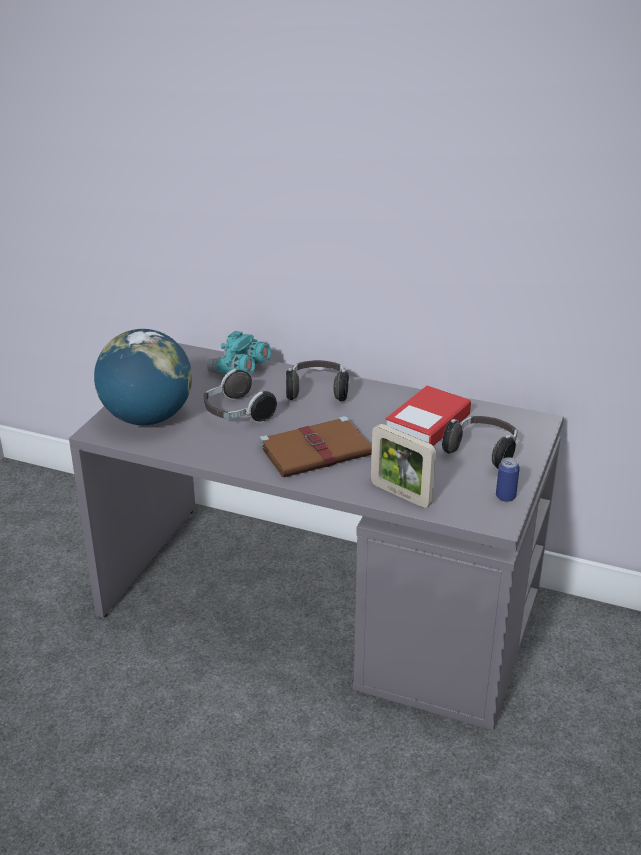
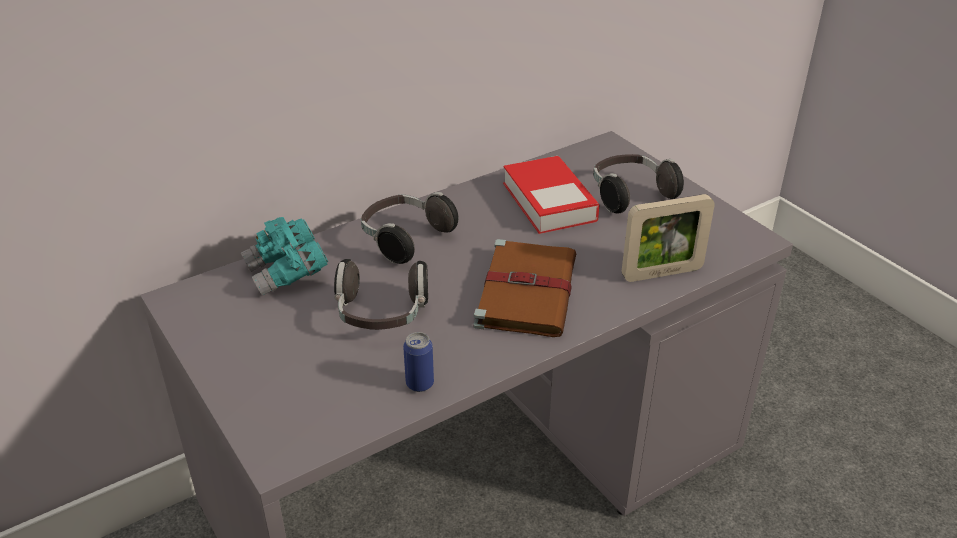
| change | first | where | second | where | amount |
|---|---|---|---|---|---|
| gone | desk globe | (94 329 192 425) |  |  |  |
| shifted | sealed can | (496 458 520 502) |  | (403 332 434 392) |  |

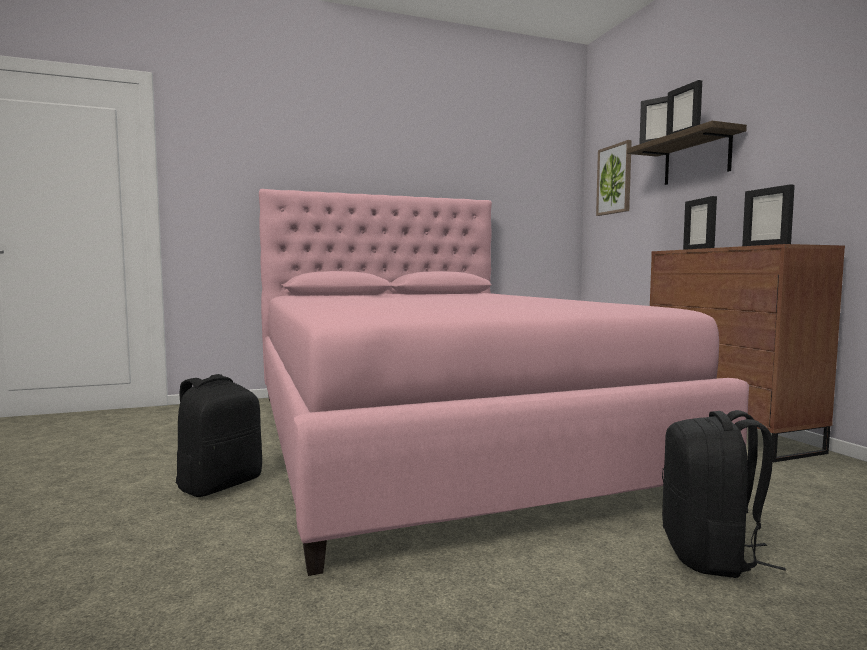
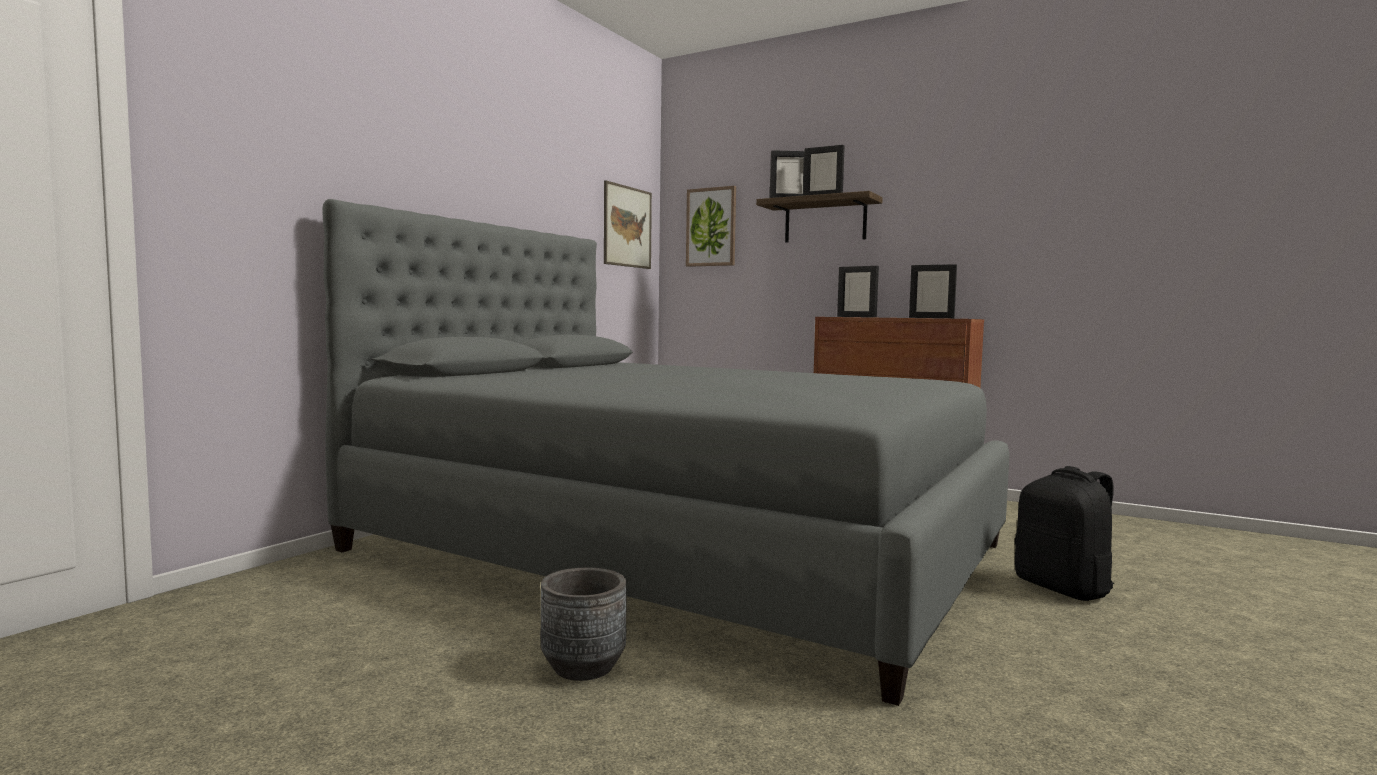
| change | first | where | second | where | amount |
|---|---|---|---|---|---|
| swapped | backpack (blackish) | (176 374 262 497) | flower pot (grey) | (541 568 627 681) |  |
| repainted | bed (pink-coloured) | (259 189 749 576) | bed (grey) | (322 199 1009 706) |  |
| new |  |  | wall picture | (604 180 652 269) |  |

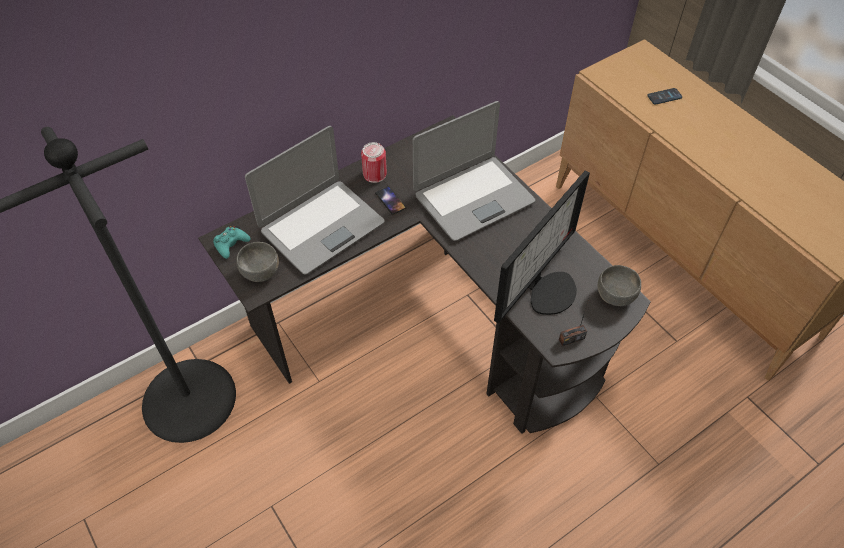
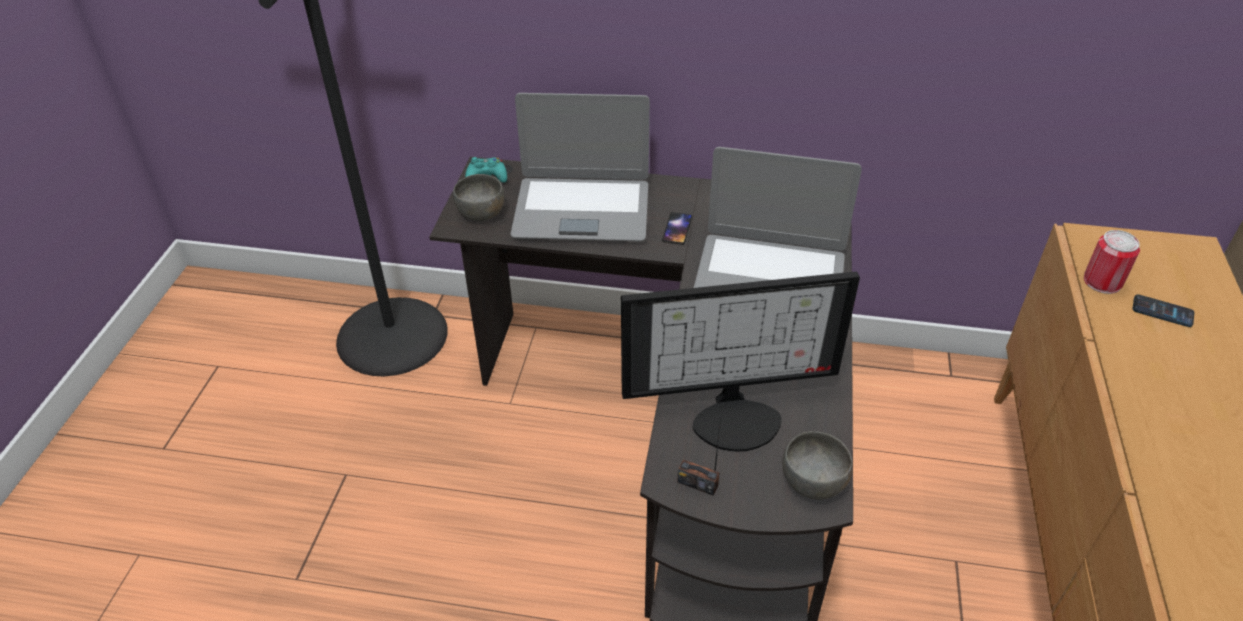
| change | first | where | second | where | amount |
|---|---|---|---|---|---|
| shifted | sealed can | (361 142 387 183) |  | (1084 230 1140 294) |  |

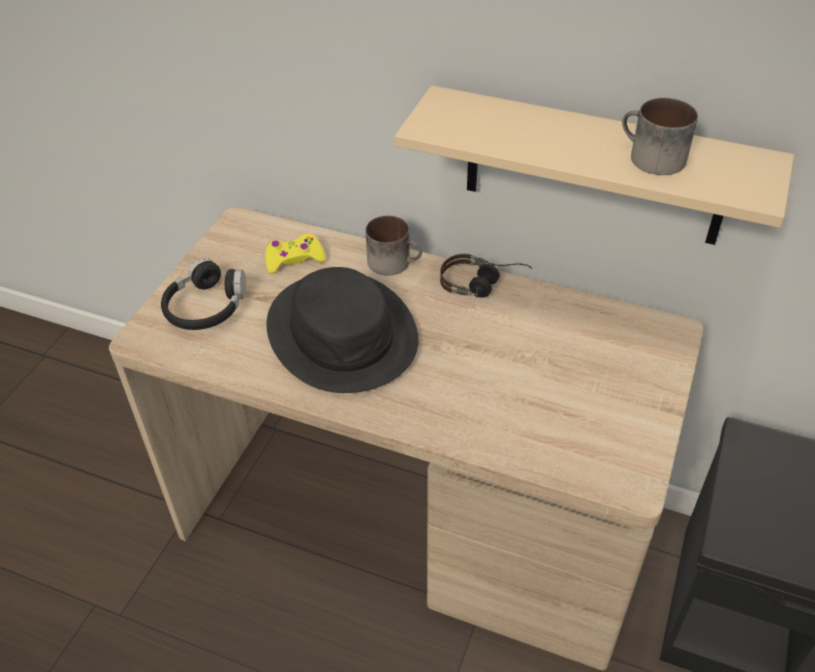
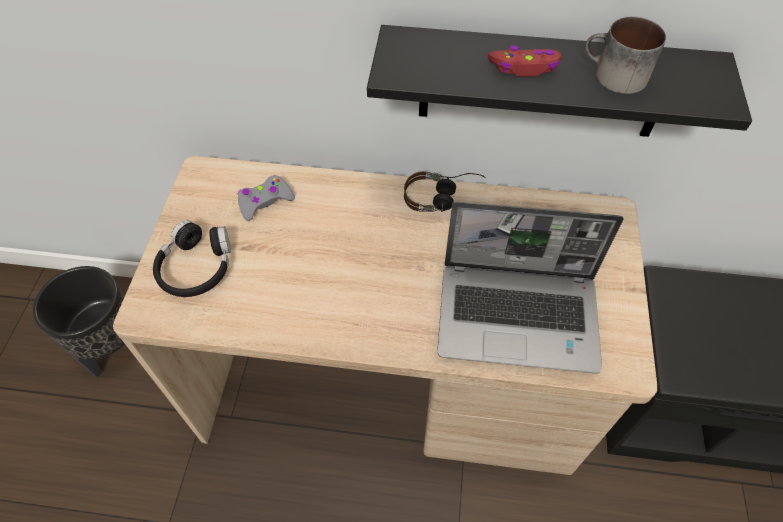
| change | first | where | second | where | amount |
|---|---|---|---|---|---|
| repainted | joypad (yellow-coloured) | (266 234 326 274) | joypad (grey) | (237 175 295 221) |  |
| gone | wearable hat (blackish) | (266 267 419 393) |  |  |  |
| gone | mug | (365 216 422 275) |  |  |  |
| repainted | shelf (beige) | (395 85 794 245) | shelf (blackish) | (367 25 752 137) |  |
| new |  |  | flower pot (blackish) | (33 266 125 378) |  |
| new |  |  | notebook computer | (437 202 623 374) |  |
| new |  |  | joypad (reddish) | (488 46 561 77) |  |

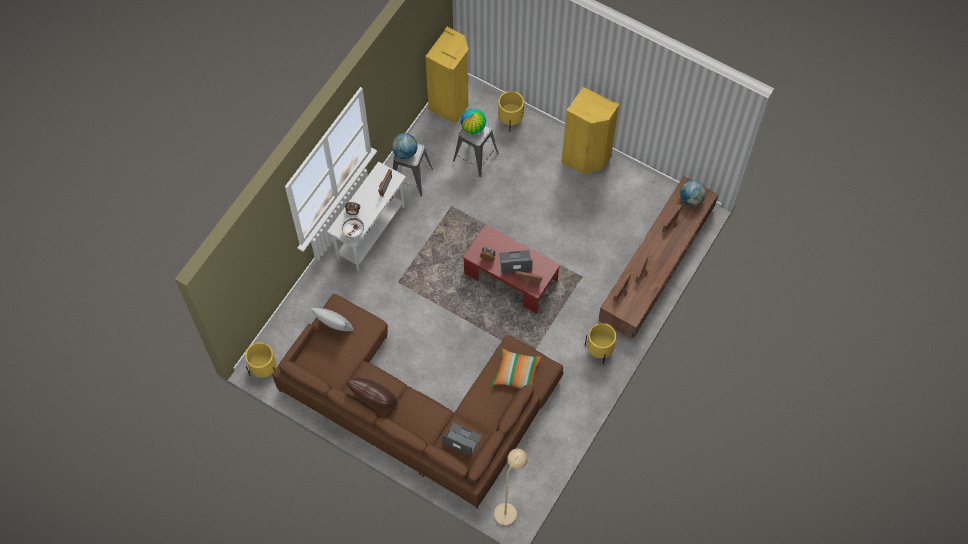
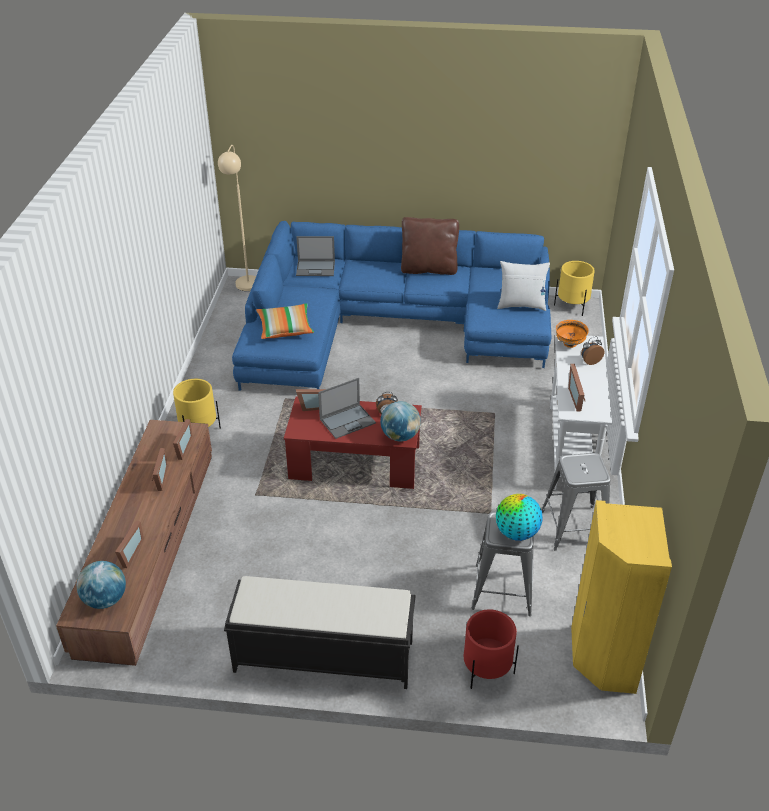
| change | first | where | second | where | amount |
|---|---|---|---|---|---|
| repainted | settee (brownish) | (272 294 563 509) | settee (blue-coloured) | (232 221 551 391) |  |
| repainted | serving bowl (white) | (341 217 364 238) | serving bowl (orangey) | (556 320 589 348) |  |
| shifted | desk globe | (392 133 418 159) |  | (380 401 421 442) |  |
| repainted | flower pot (yellow-coloured) | (498 91 524 132) | flower pot (reddish) | (464 610 519 689) |  |
| swapped | cabinet (yellow-coloured) | (561 87 619 174) | long seat (blackish) | (224 576 416 689) |  |

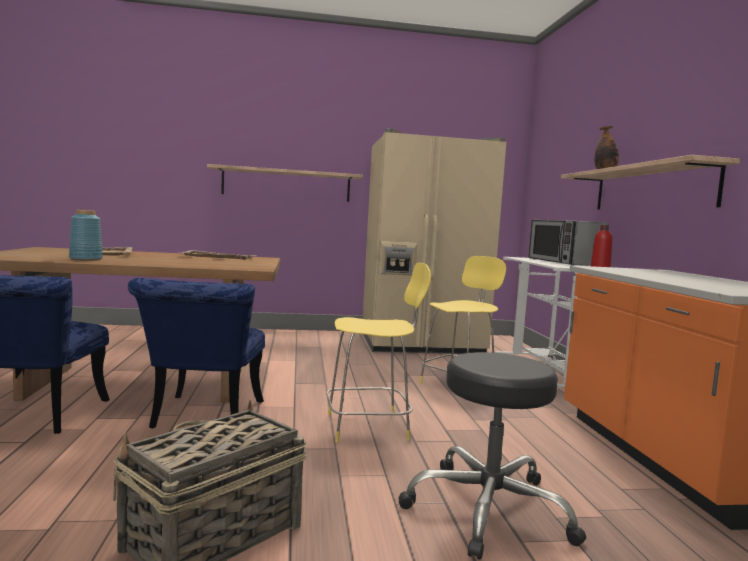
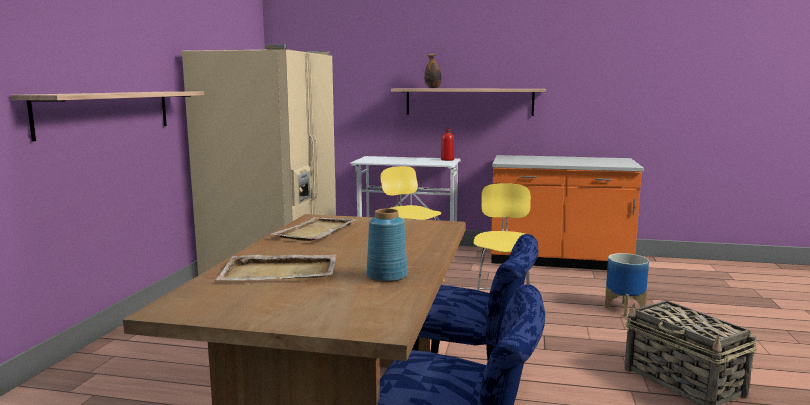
| change | first | where | second | where | amount |
|---|---|---|---|---|---|
| swapped | sitting stool (blackish) | (399 352 586 560) | flower pot | (605 253 649 317) |  |
| gone | microwave oven | (528 220 608 266) |  |  |  |

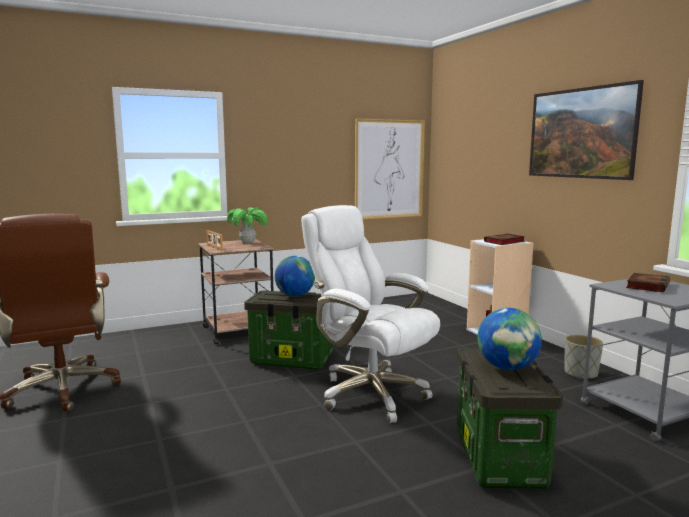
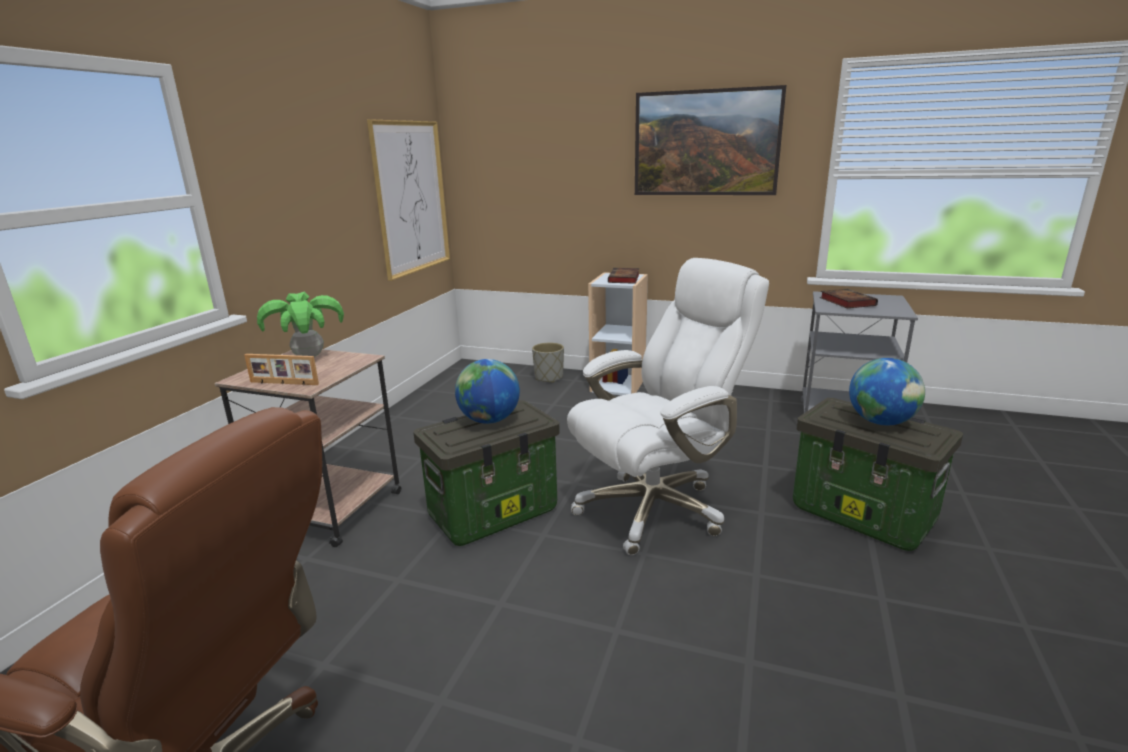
| change | first | where | second | where | amount |
|---|---|---|---|---|---|
| rotated | desk chair (white) | (301 205 440 423) |  | (567 258 769 555) | 150 degrees clockwise |
| shifted | flower pot (grey) | (564 335 603 379) |  | (532 343 564 383) |  |

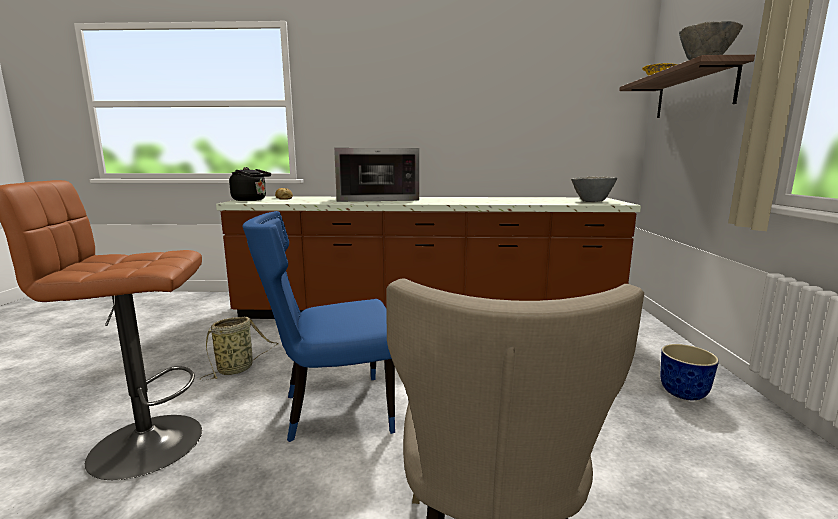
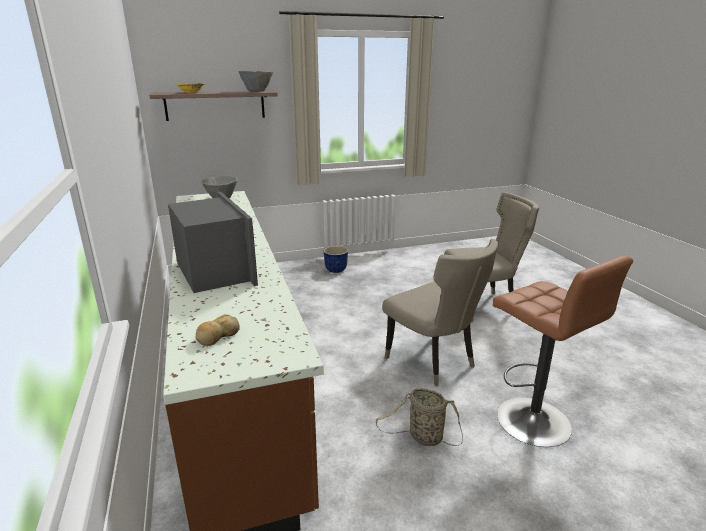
| change | first | where | second | where | amount |
|---|---|---|---|---|---|
| gone | tea kettle (blackish) | (229 167 271 201) |  |  |  |
| repainted | upright chair (blue-coloured) | (243 211 395 442) | upright chair (beige) | (382 239 498 387) |  |

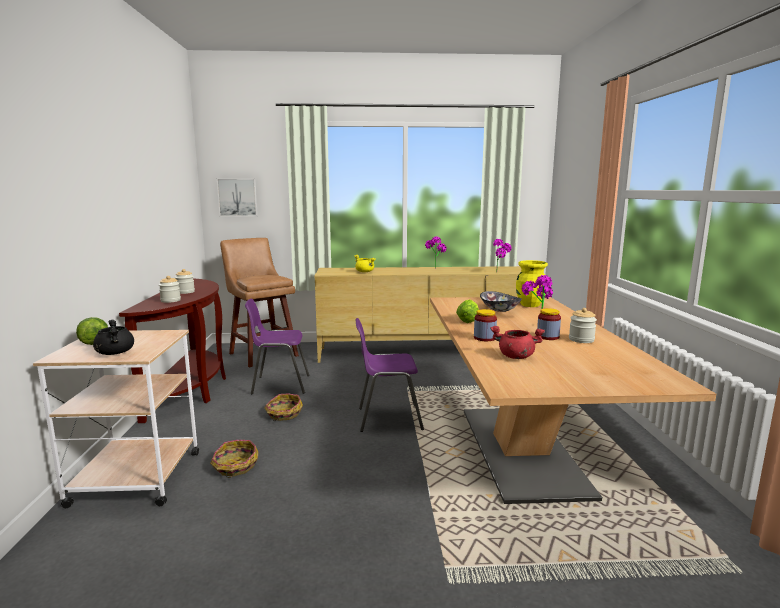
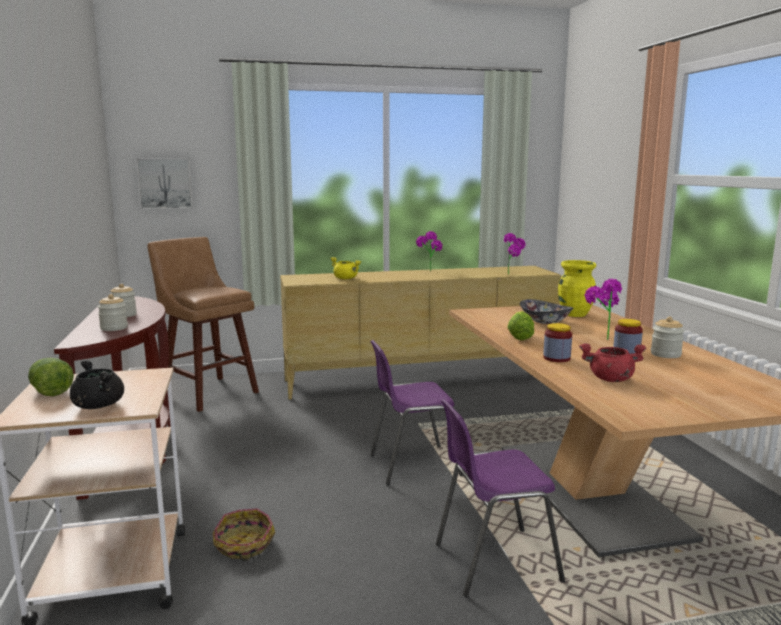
| change | first | where | second | where | amount |
|---|---|---|---|---|---|
| shifted | upright chair (purplish) | (245 299 309 394) |  | (436 399 565 597) |  |
| gone | storage basket | (265 393 303 421) |  |  |  |

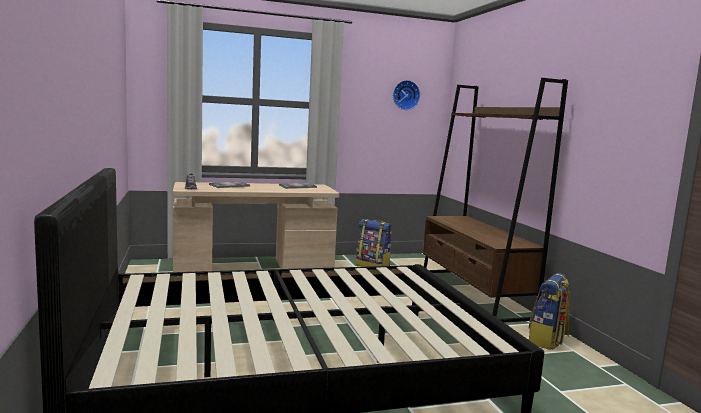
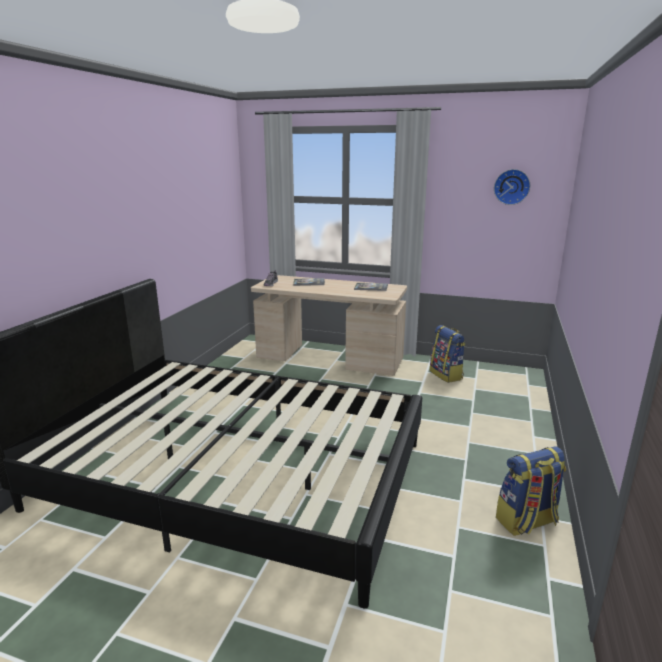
| change | first | where | second | where | amount |
|---|---|---|---|---|---|
| gone | bookcase (brownish) | (423 78 568 323) |  |  |  |

